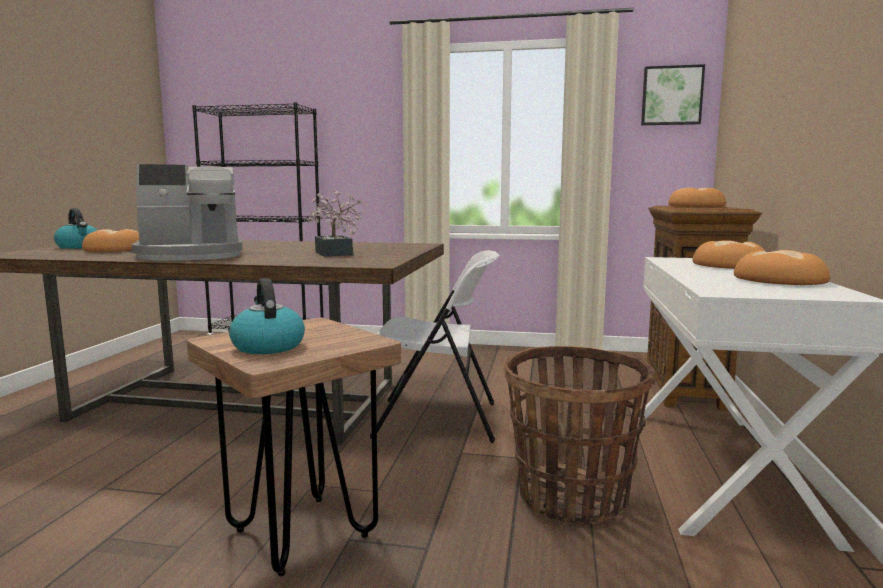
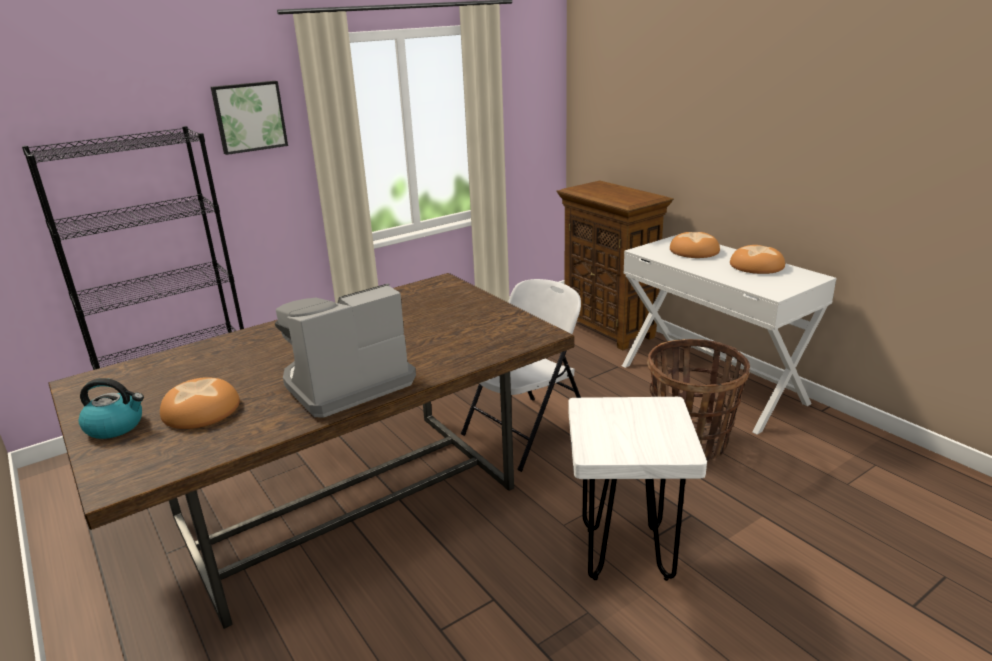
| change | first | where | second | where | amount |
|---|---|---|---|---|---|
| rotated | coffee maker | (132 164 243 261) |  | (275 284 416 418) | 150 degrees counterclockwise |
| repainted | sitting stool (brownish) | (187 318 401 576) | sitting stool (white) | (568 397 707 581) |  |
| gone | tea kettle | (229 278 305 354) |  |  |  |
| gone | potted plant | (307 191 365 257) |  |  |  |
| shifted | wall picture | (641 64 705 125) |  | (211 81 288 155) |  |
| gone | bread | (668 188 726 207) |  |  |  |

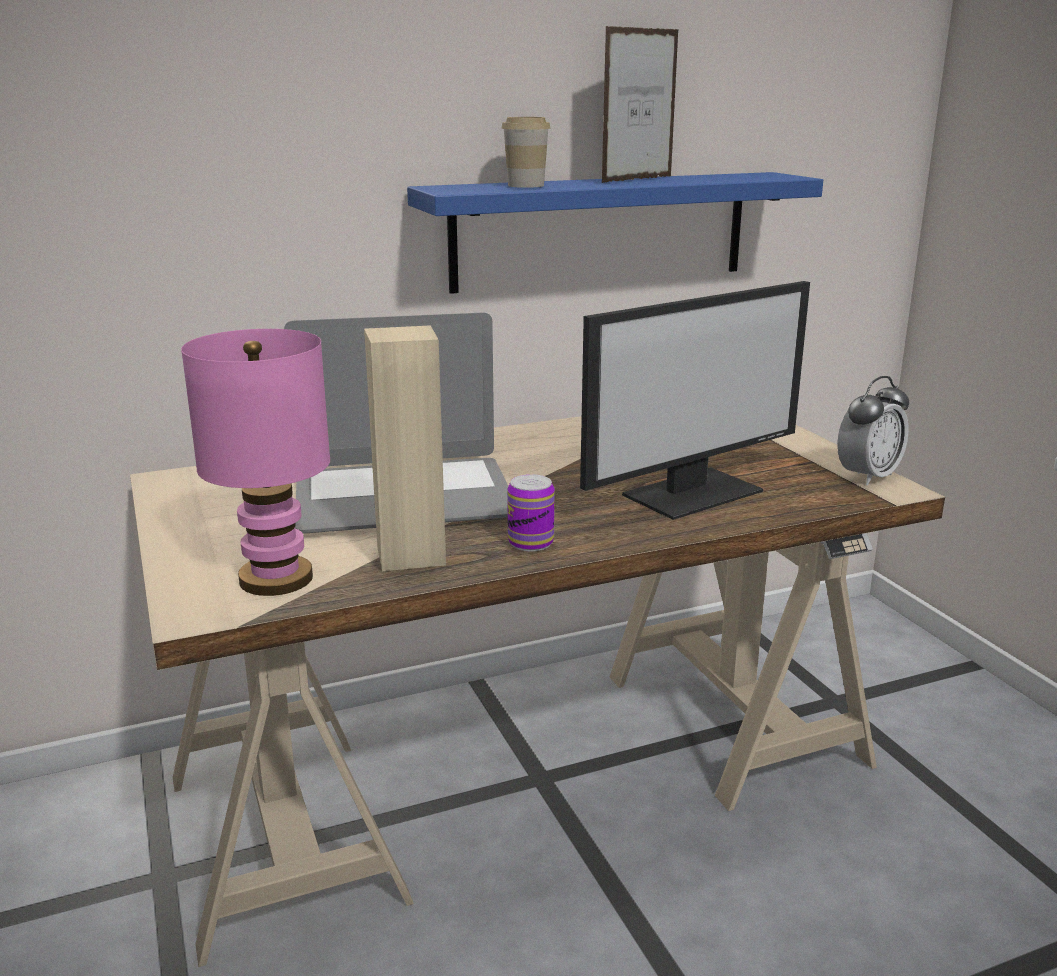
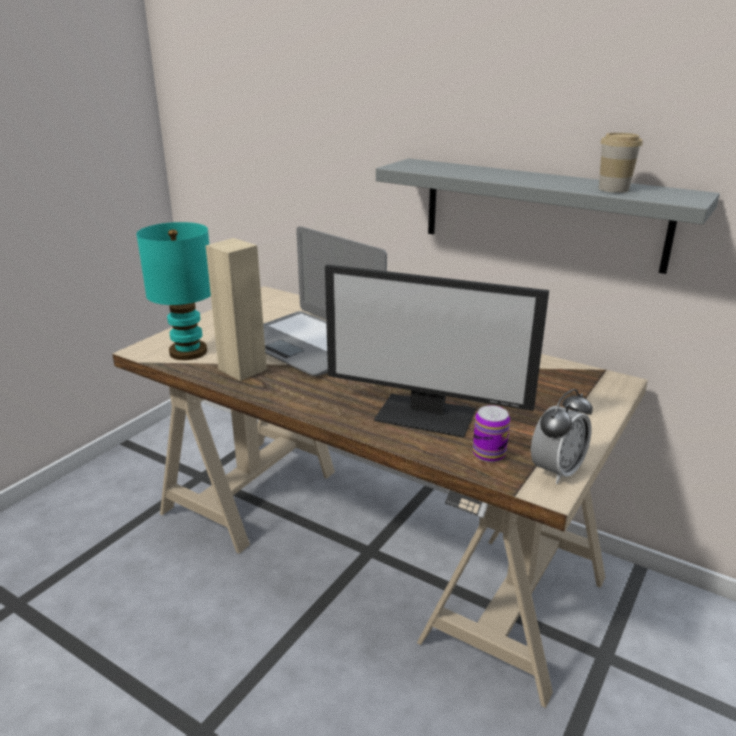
| change | first | where | second | where | amount |
|---|---|---|---|---|---|
| repainted | lamp for a table (pink-coloured) | (181 329 330 596) | lamp for a table (turquoise-coloured) | (136 222 211 360) |  |
| repainted | shelf (blue-coloured) | (407 172 823 294) | shelf (grey) | (376 158 720 274) |  |
| shifted | cup | (501 117 551 188) |  | (599 133 643 193) |  |
| shifted | sealed can | (507 474 555 551) |  | (473 405 510 462) |  |
| gone | picture frame | (602 26 679 183) |  |  |  |
| rotated | bedside clock | (837 376 909 485) |  | (531 389 593 484) | 60 degrees counterclockwise |

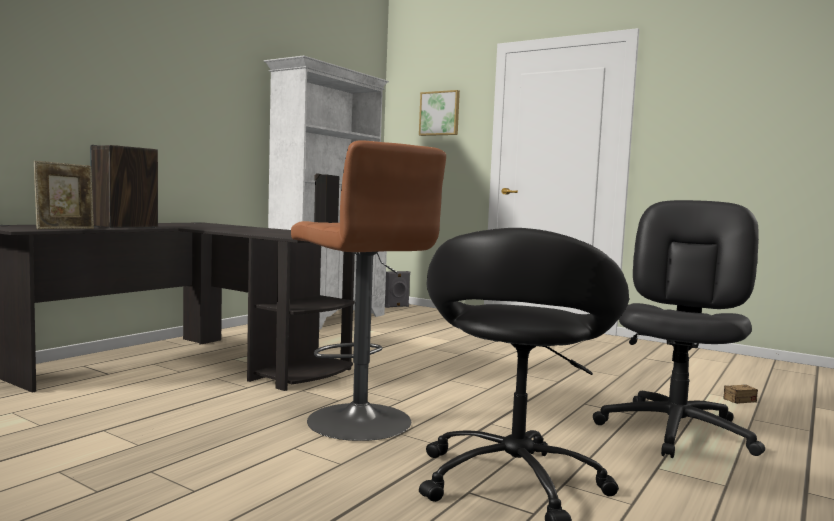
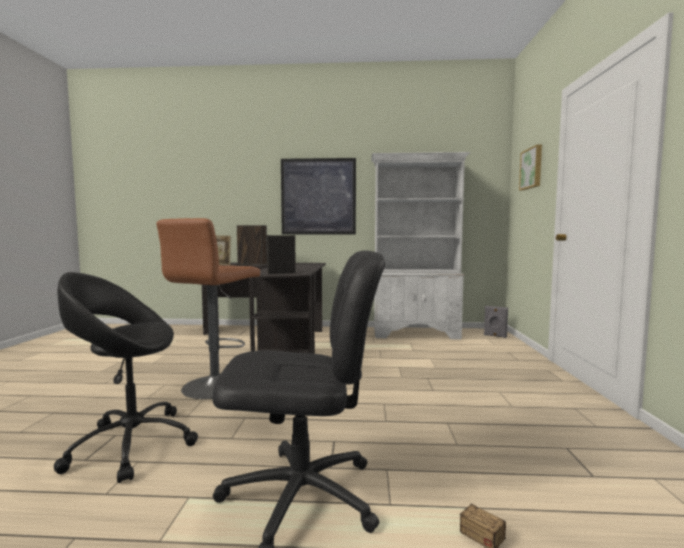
| change | first | where | second | where | amount |
|---|---|---|---|---|---|
| new |  |  | wall picture | (281 158 356 234) |  |

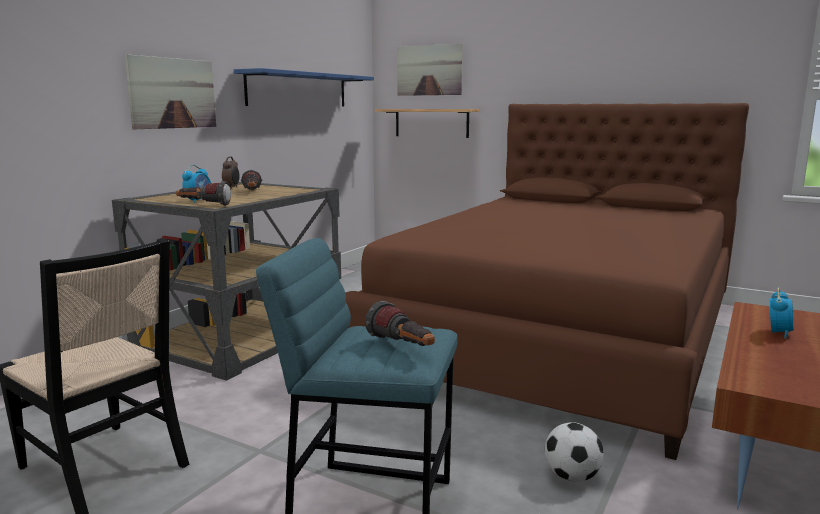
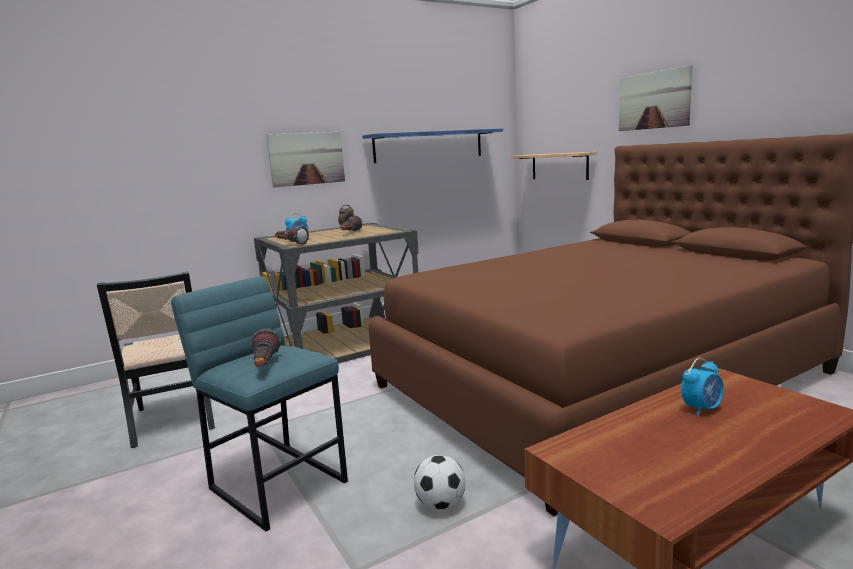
| change | first | where | second | where | amount |
|---|---|---|---|---|---|
| shifted | wall picture | (397 43 463 96) |  | (619 65 693 131) |  |

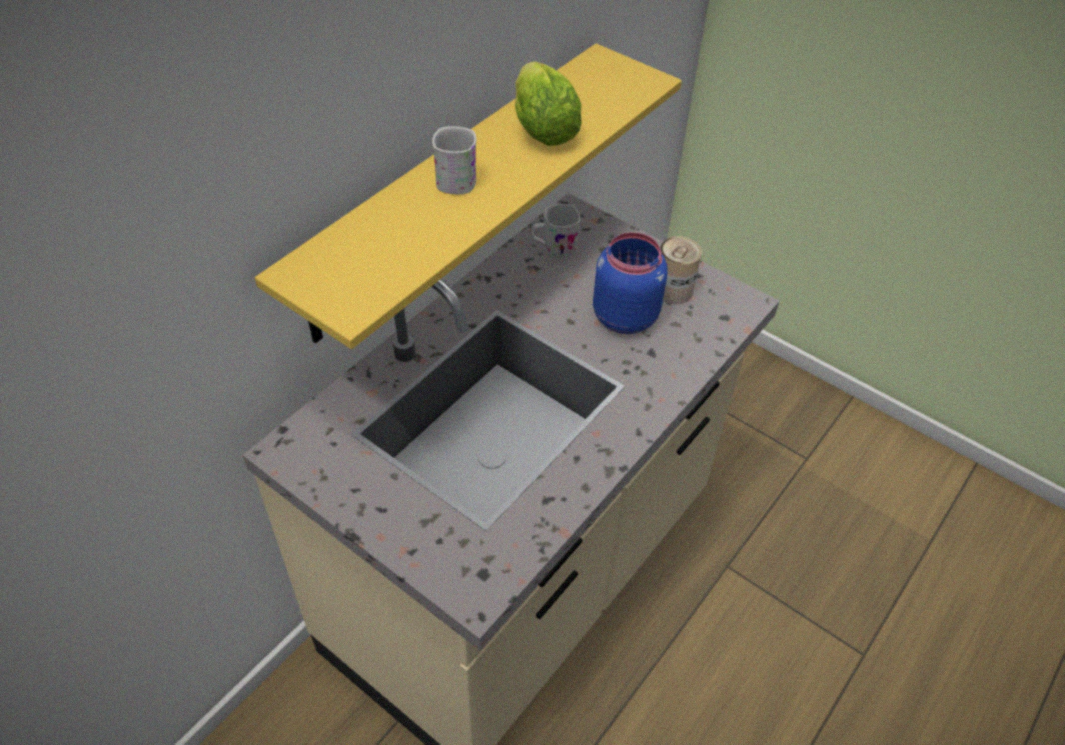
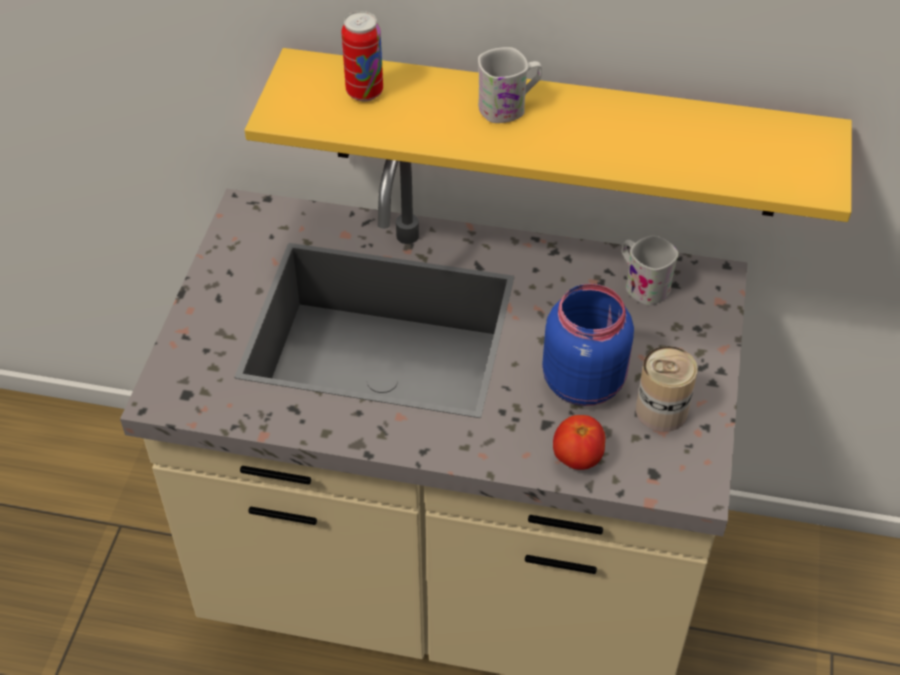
| change | first | where | second | where | amount |
|---|---|---|---|---|---|
| gone | lettuce | (515 62 582 146) |  |  |  |
| new |  |  | sealed can | (341 11 383 101) |  |
| new |  |  | fresh tomato | (553 415 605 470) |  |

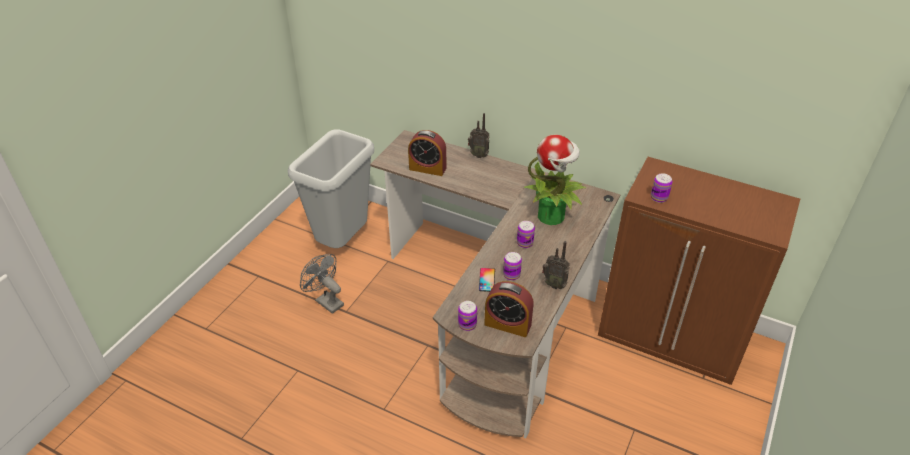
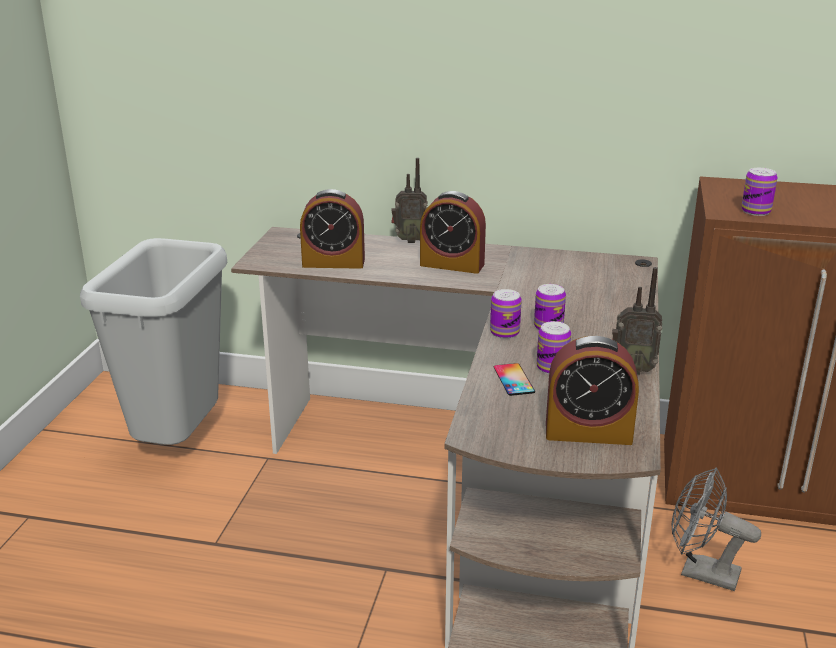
| change | first | where | second | where | amount |
|---|---|---|---|---|---|
| shifted | electric fan (grey) | (300 254 344 314) |  | (672 468 761 591) |  |
| shifted | sealed can | (458 301 477 331) |  | (490 289 522 339) |  |
| gone | potted plant | (524 134 586 225) |  |  |  |
| new |  |  | bedside clock | (420 191 486 274) |  |

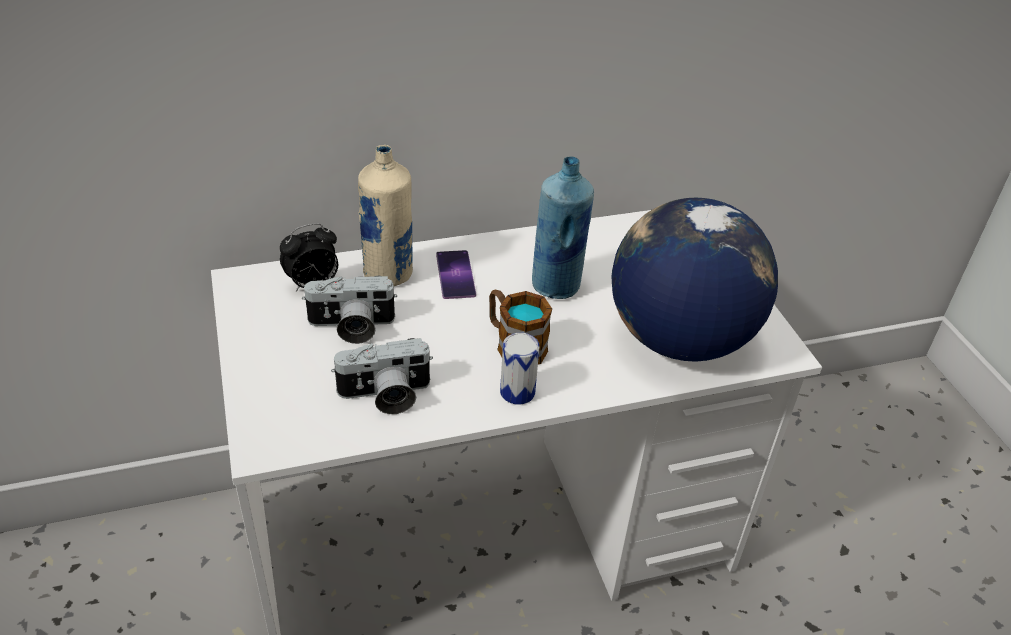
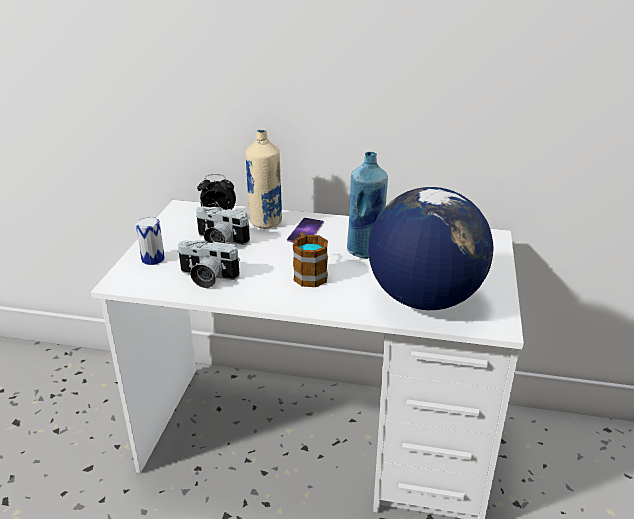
| change | first | where | second | where | amount |
|---|---|---|---|---|---|
| shifted | sealed can | (500 333 540 405) |  | (136 217 165 265) |  |

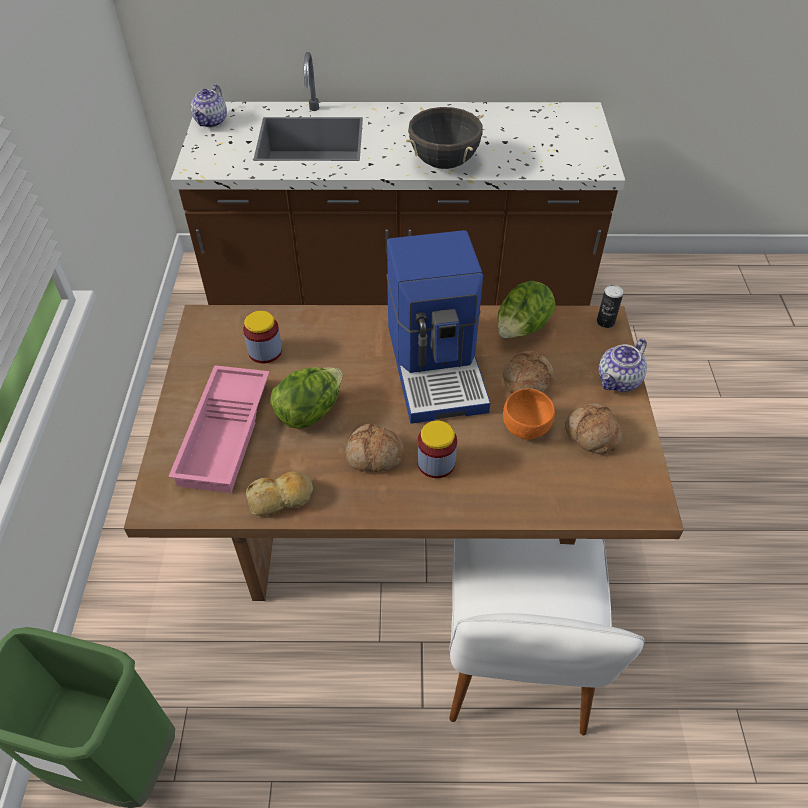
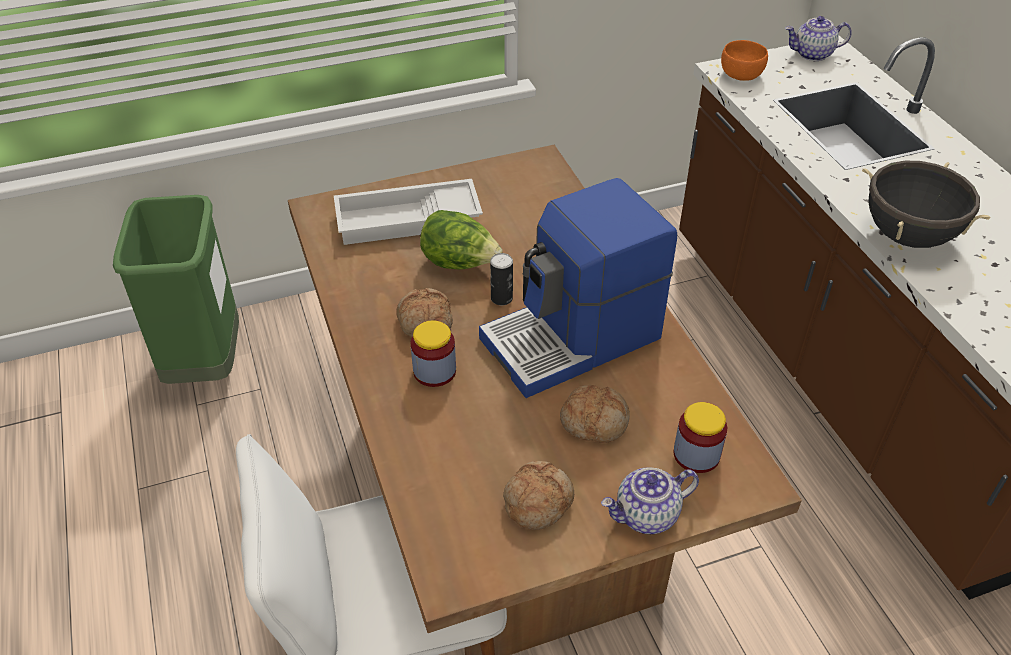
| change | first | where | second | where | amount |
|---|---|---|---|---|---|
| repainted | serving tray (pink-coloured) | (168 365 270 493) | serving tray (white) | (334 179 483 245) |  |
| shifted | storage jar | (243 311 282 363) |  | (673 402 727 473) |  |
| gone | bread | (246 471 313 516) |  |  |  |
| gone | lettuce | (498 281 555 338) |  |  |  |
| shifted | serving bowl (orangey) | (503 388 555 440) |  | (721 40 768 81) |  |
| shifted | sealed can | (597 285 624 328) |  | (490 253 513 305) |  |
| rotated | tea pot | (598 338 647 392) |  | (601 467 699 534) | 45 degrees counterclockwise |

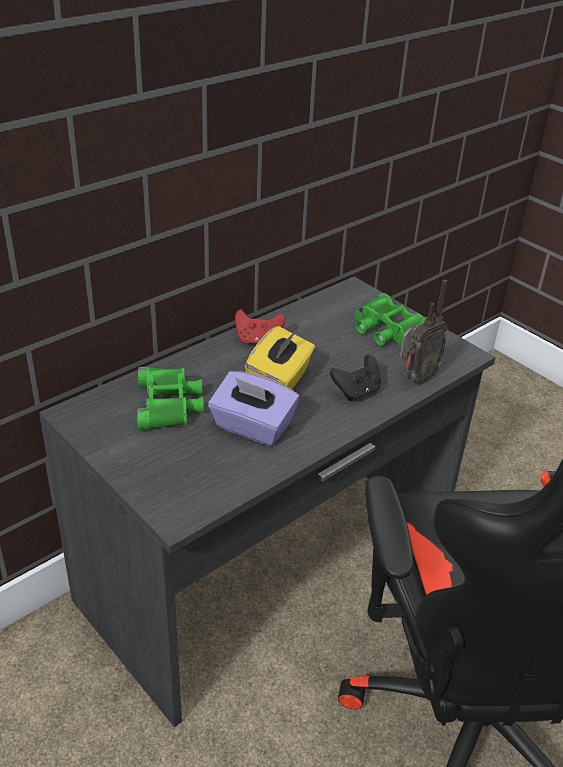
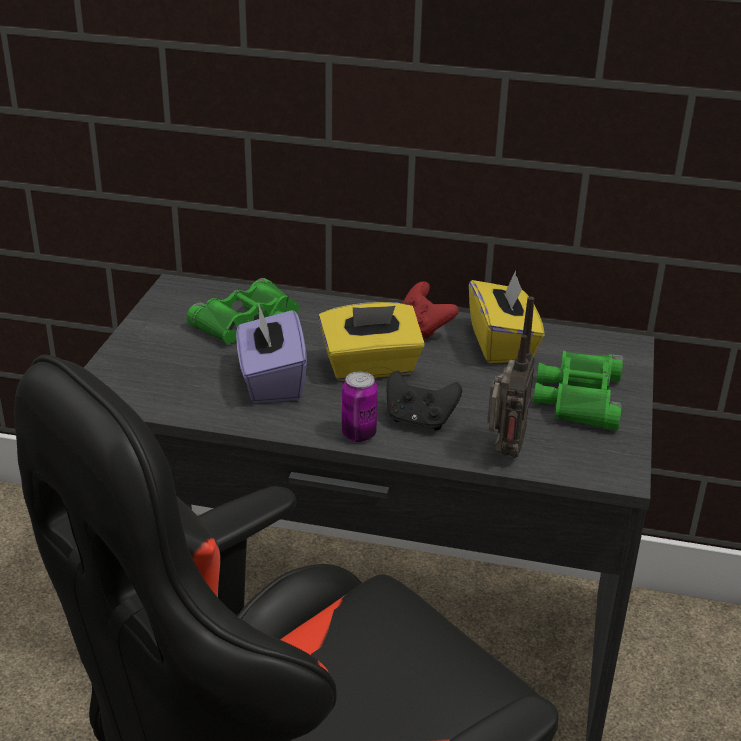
| change | first | where | second | where | amount |
|---|---|---|---|---|---|
| rotated | radio receiver | (400 279 449 384) |  | (487 296 534 458) | 90 degrees counterclockwise |
| new |  |  | sealed can | (342 372 378 442) |  |
| new |  |  | tissue box (yellow-coloured) | (469 271 544 363) |  |

